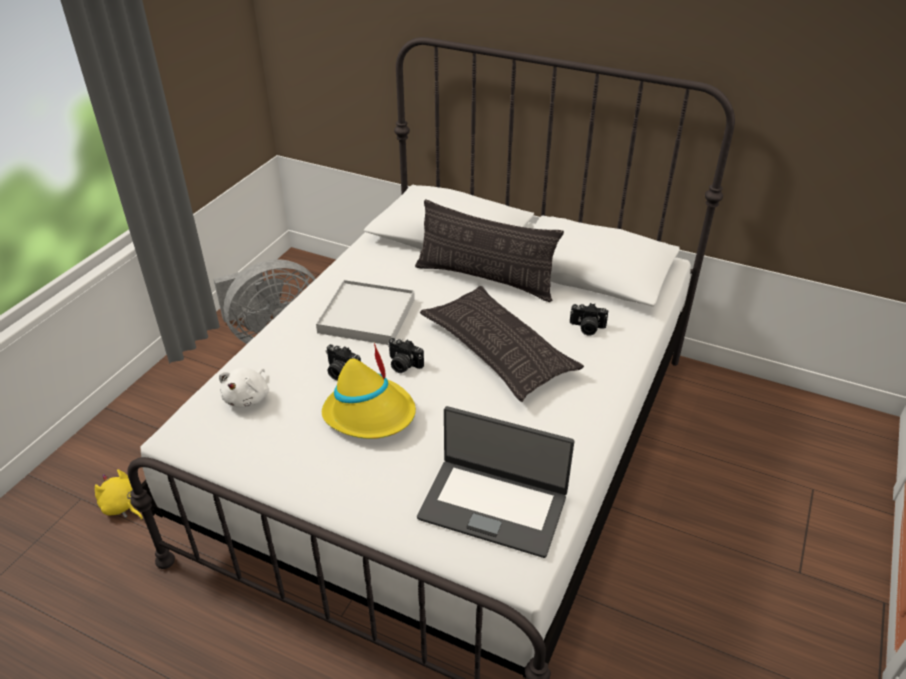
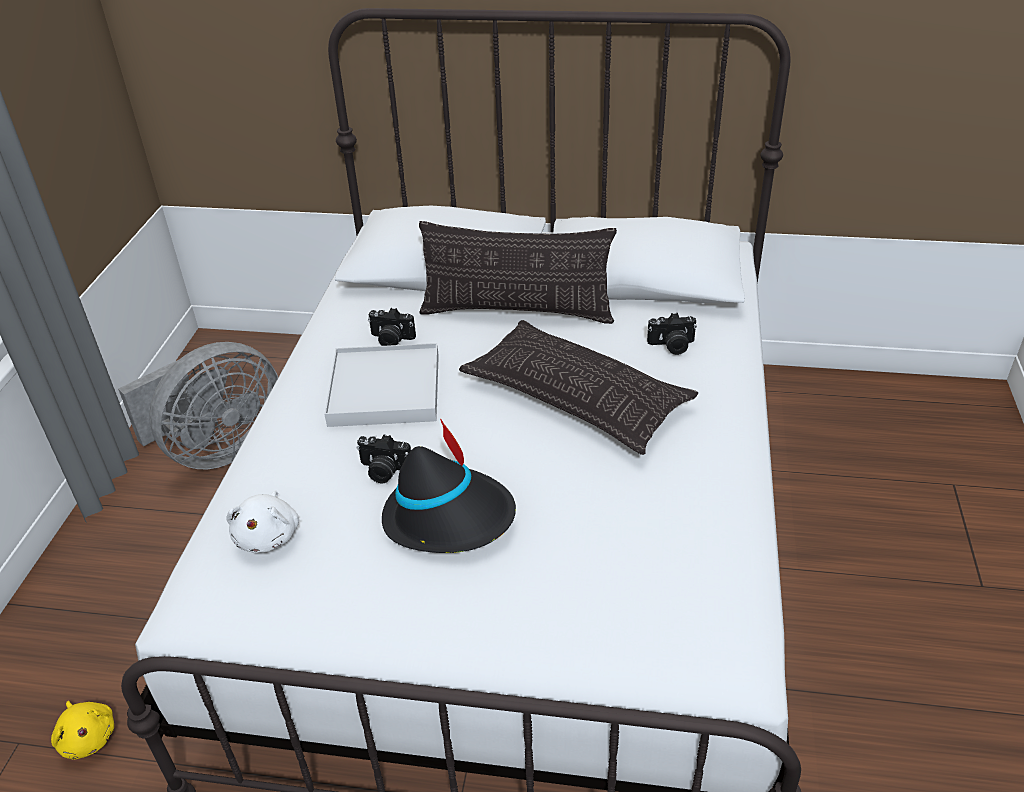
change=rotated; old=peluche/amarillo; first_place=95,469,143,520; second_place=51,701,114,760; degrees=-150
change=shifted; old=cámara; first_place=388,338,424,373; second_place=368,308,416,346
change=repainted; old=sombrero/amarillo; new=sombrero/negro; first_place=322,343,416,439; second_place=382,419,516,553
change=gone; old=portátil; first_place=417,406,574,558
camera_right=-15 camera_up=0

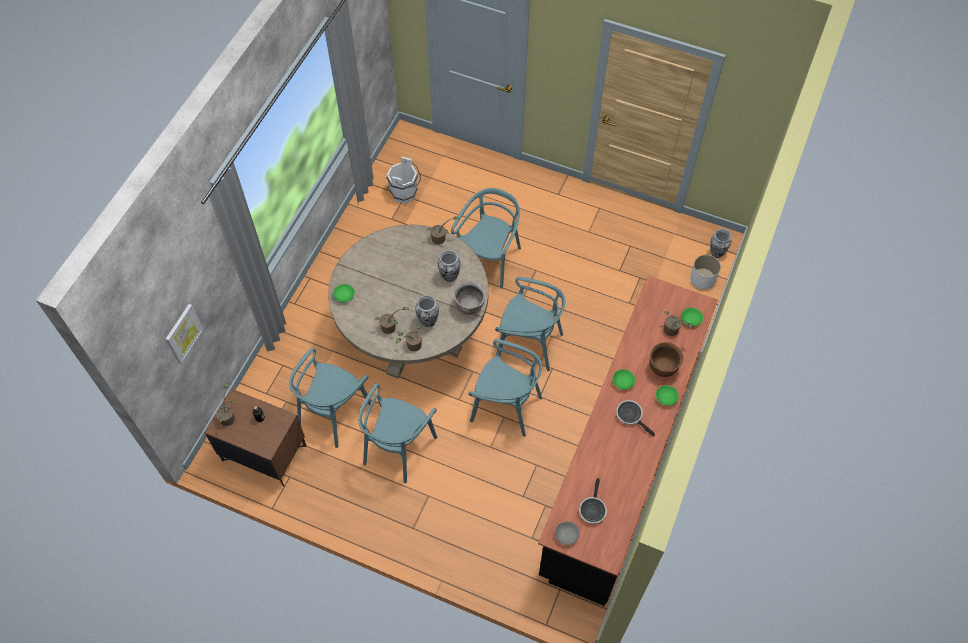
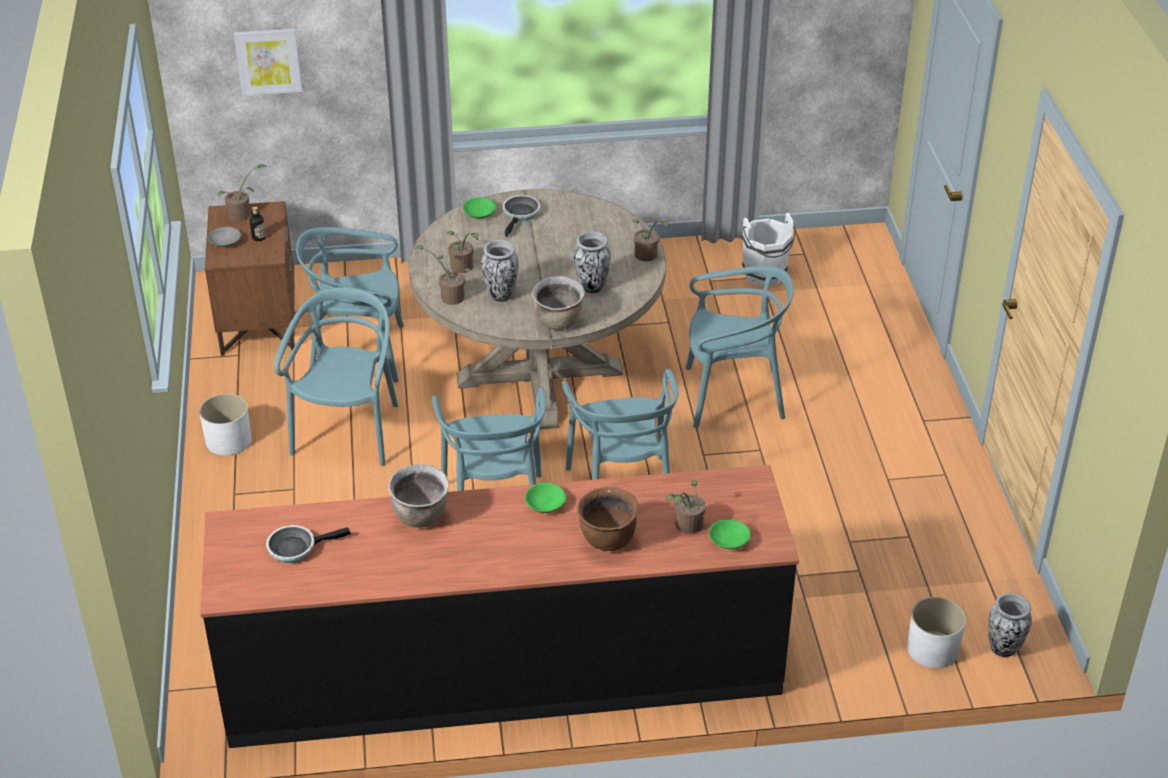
change=new; new=maceta/blanco; second_place=199,393,251,456
change=shifted; old=cuenco/gris; first_place=555,521,580,545; second_place=208,227,241,247
change=rotated; old=silla/turquesa; first_place=358,383,437,483; second_place=274,287,398,466; degrees=105
change=new; new=olla/marrón; second_place=388,464,449,528
change=shifted; old=sartén; first_place=616,400,655,436; second_place=503,195,540,237
change=gone; old=cuenco/verde; first_place=656,385,679,406
camera_right=60 camera_up=-20

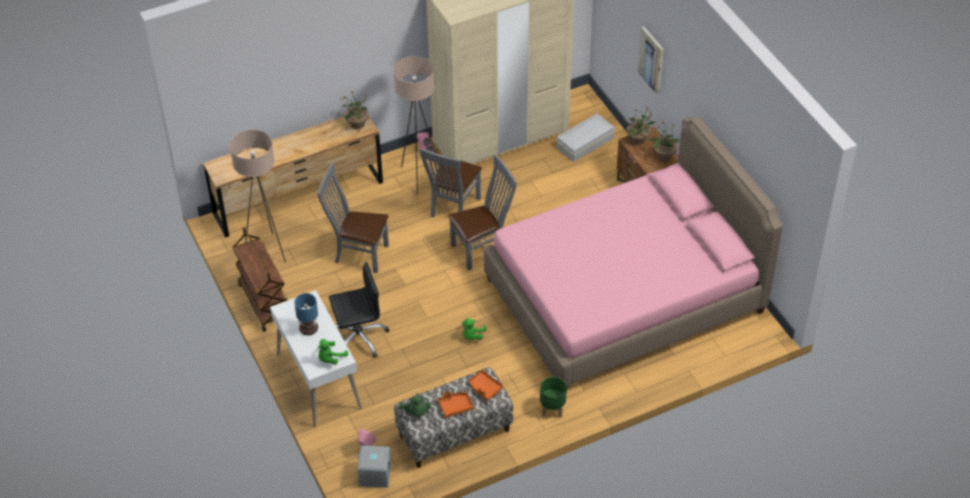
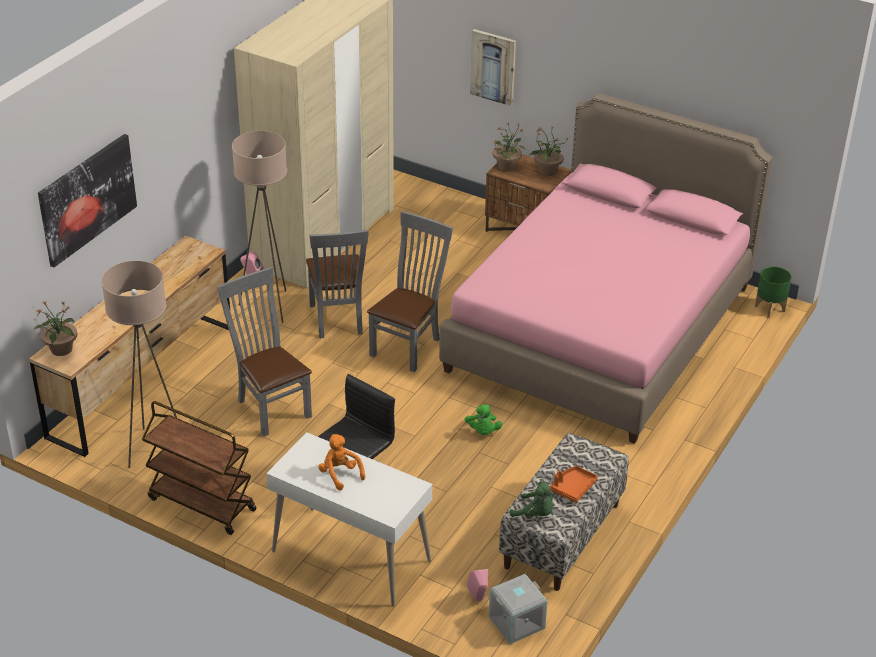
change=shifted; old=planta en maceta; first_place=341,91,369,129; second_place=34,301,77,356
change=new; new=cuadro; second_place=38,134,137,267
change=rotated; old=silla/gris; first_place=317,163,389,273; second_place=217,267,312,437; degrees=75
change=swapped; old=lámpara de mesa; new=peluche/naranja; first_place=294,293,318,335; second_place=318,434,365,490
change=shifted; old=maceta/verde; first_place=540,377,567,418; second_place=755,266,792,318
change=gone; old=peluche/verde; first_place=317,339,348,365
change=gone; old=bandeja/naranja; first_place=469,370,503,401
change=gone; old=caja de almacenaje/blanco; first_place=556,114,615,162
camera_right=-35 camera_up=-10

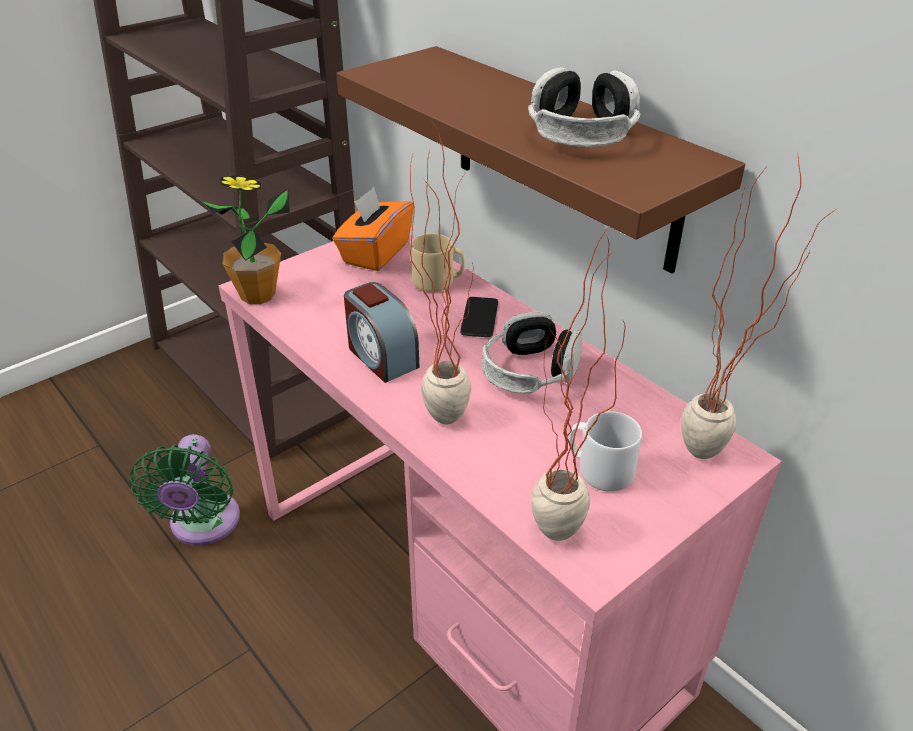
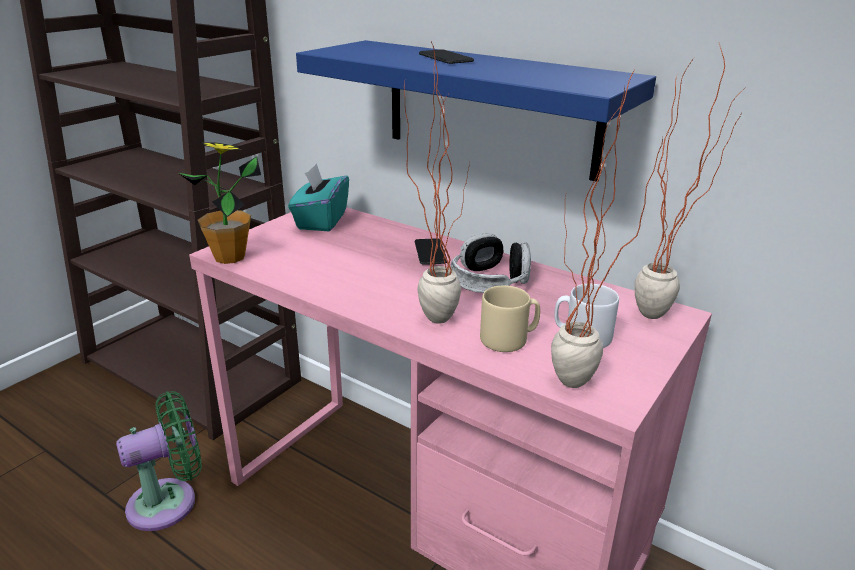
change=rotated; old=ventilador/verde; first_place=129,434,240,546; second_place=116,391,202,531; degrees=-105
change=repainted; old=caja de pañuelos/naranja; new=caja de pañuelos/turquesa; first_place=333,187,414,271; second_place=288,163,349,231
change=repainted; old=estante/marrón; new=estante/azul; first_place=336,46,745,273; second_place=296,40,656,182
change=new; new=móvil; second_place=419,49,474,64
change=shifted; old=taza grande/beis; first_place=411,233,465,292; second_place=480,285,540,352
change=gone; old=despertador; first_place=344,282,419,383
change=gone; old=auriculares; first_place=528,67,641,147
camera_right=-15 camera_up=-10

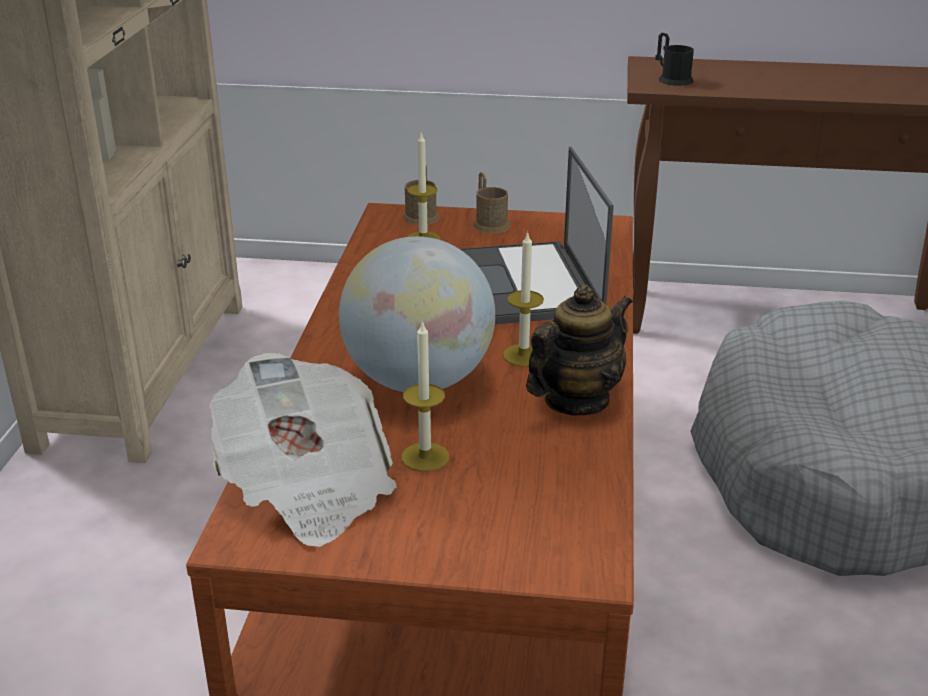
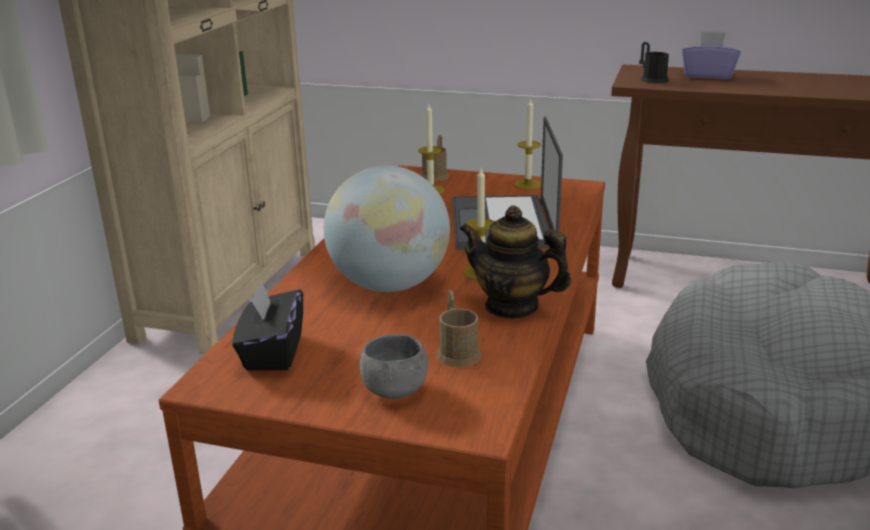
change=swapped; old=periódico; new=caja de pañuelos/negro; first_place=210,352,397,547; second_place=232,281,303,371
change=new; new=cuenco/gris; second_place=360,334,428,399
change=shifted; old=taza grande/marrón; first_place=473,172,511,234; second_place=436,290,482,367
change=rotated; old=tetera; first_place=526,284,633,415; second_place=459,206,571,319; degrees=-120
change=shifted; old=vela; first_place=402,320,449,472; second_place=515,97,541,189
change=new; new=caja de pañuelos/morado; second_place=682,31,740,79
camera_right=10 camera_up=-5

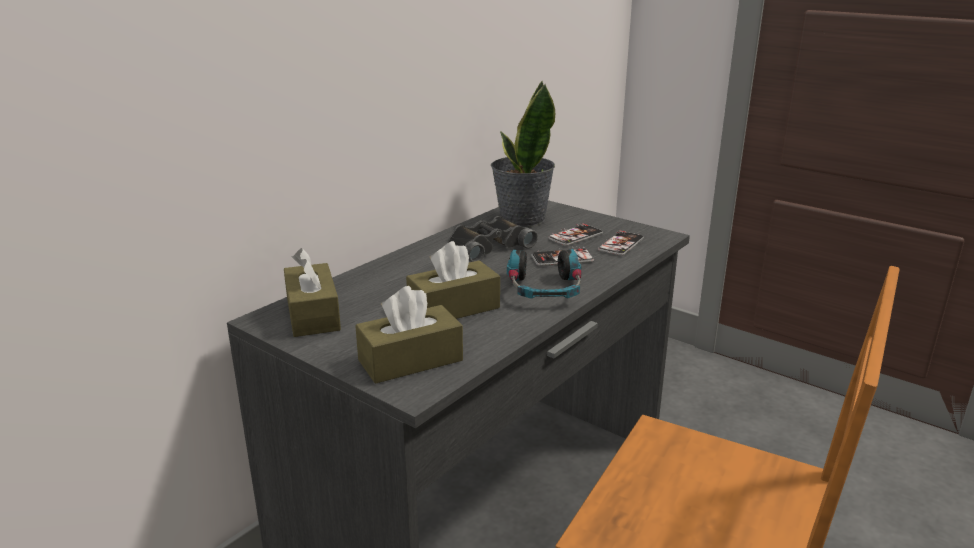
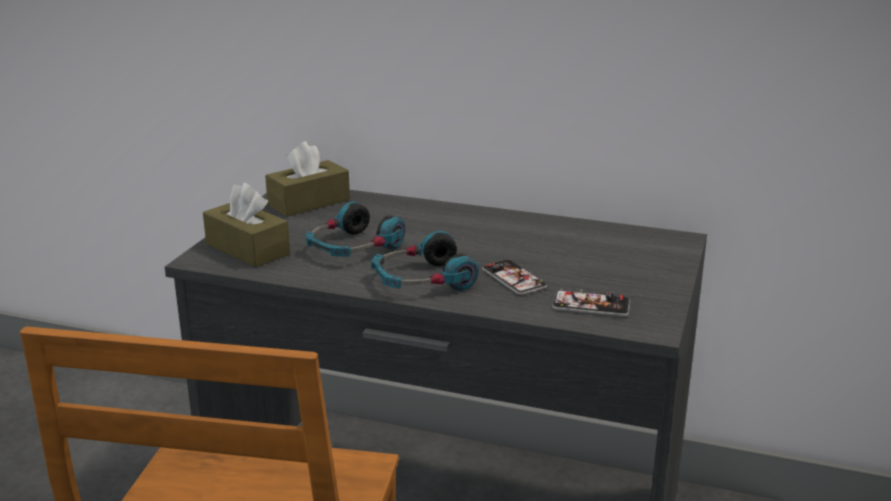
change=swapped; old=caja de pañuelos/marrón; new=auriculares; first_place=406,241,500,319; second_place=306,202,405,257
change=gone; old=prismáticos/negro; first_place=448,216,538,262
change=gone; old=planta en maceta; first_place=491,81,555,227
change=gone; old=móvil; first_place=548,223,603,246
camera_right=70 camera_up=0

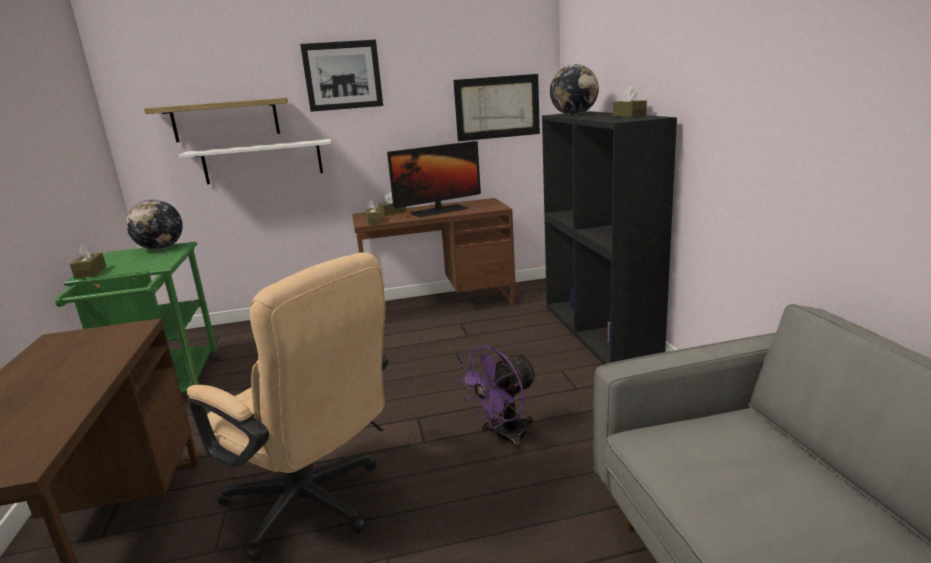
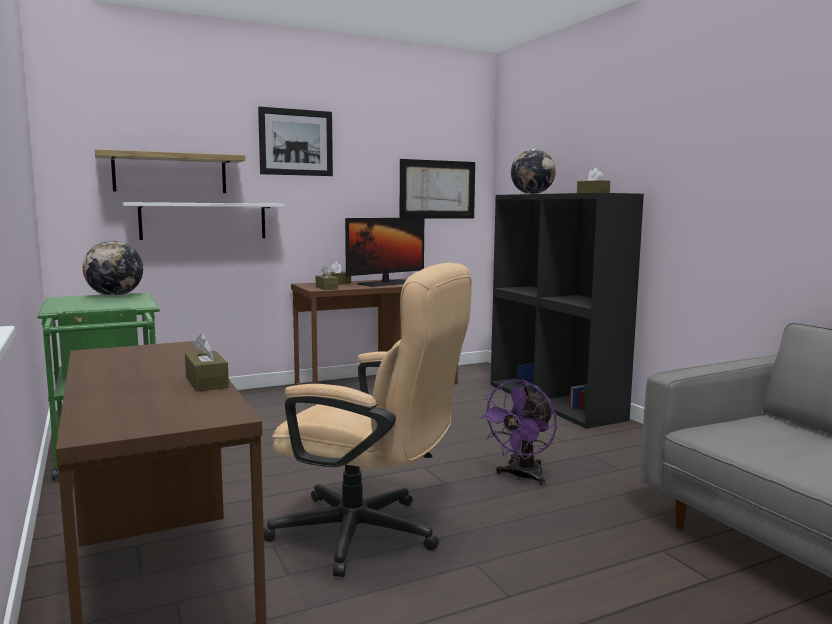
change=shifted; old=caja de pañuelos/marrón; first_place=70,244,106,278; second_place=185,334,229,391
camera_right=-15 camera_up=-10

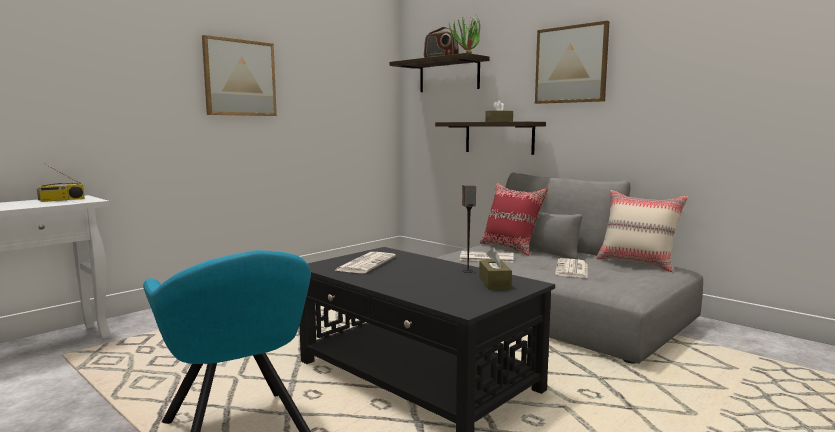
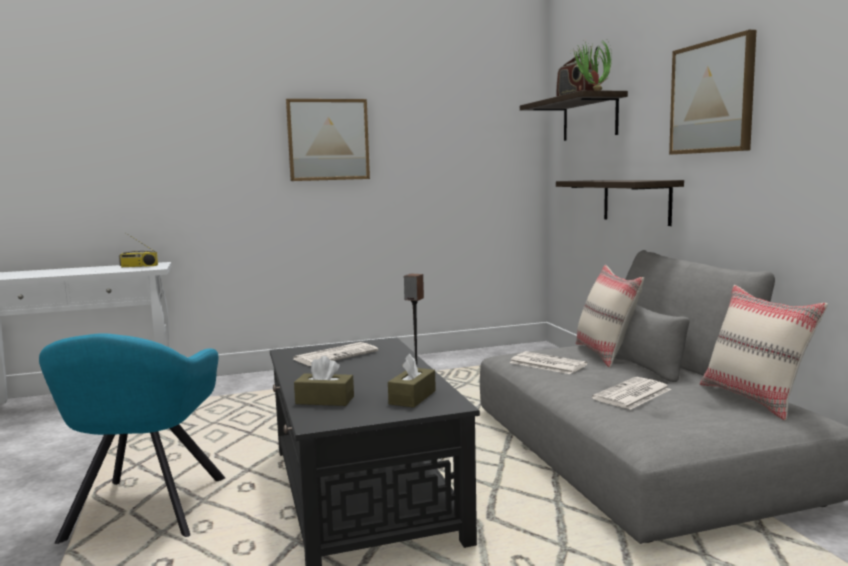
change=shifted; old=caja de pañuelos/marrón; first_place=485,100,513,122; second_place=294,356,354,406
change=repainted; old=cojín/rojo; new=cojín/beis; first_place=480,183,548,256; second_place=576,265,644,368
camera_right=30 camera_up=0

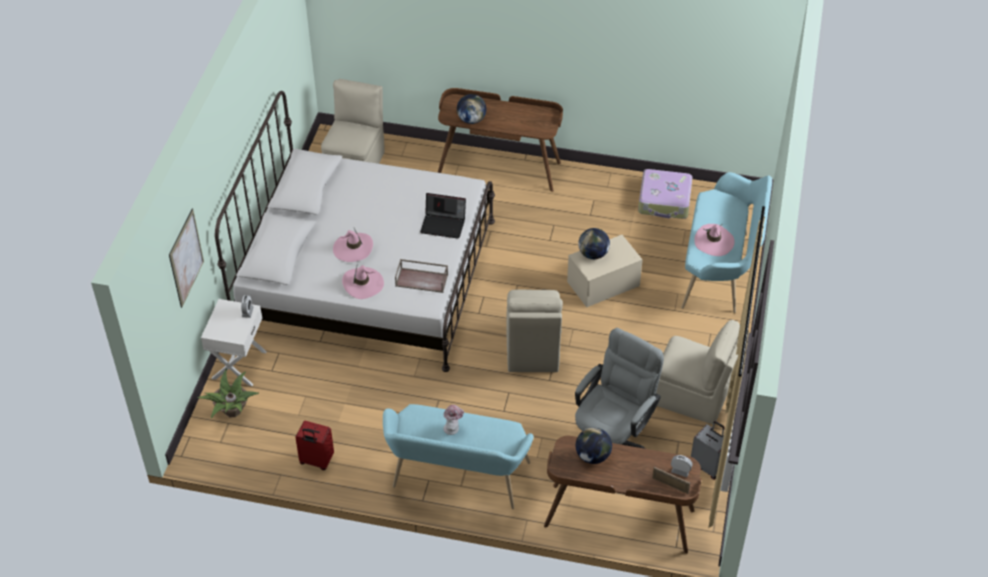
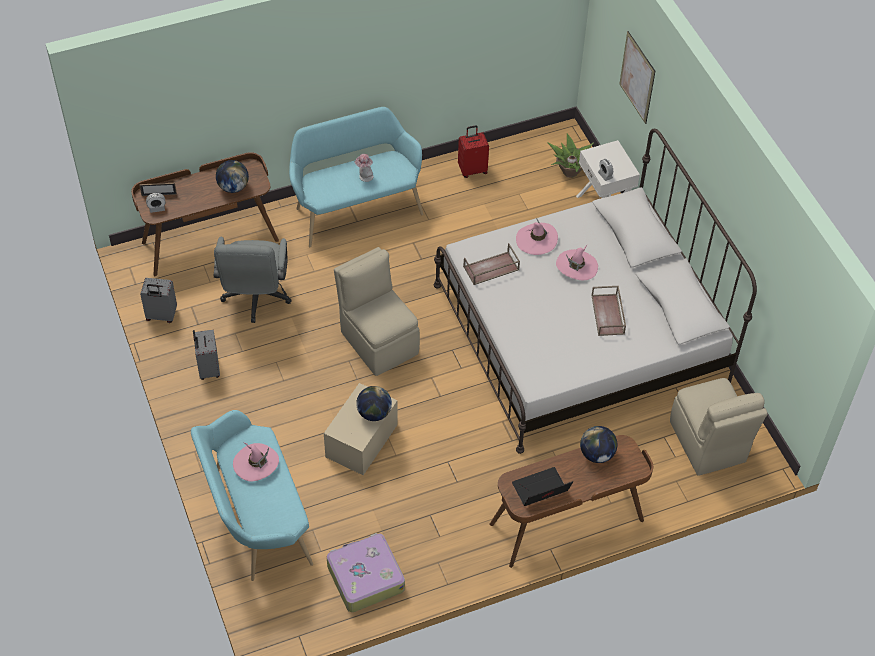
change=swapped; old=silla/beis; new=maleta/gris; first_place=656,320,740,424; second_place=193,330,220,380
change=shifted; old=portátil; first_place=420,193,466,239; second_place=512,467,573,506
change=new; new=bandeja/marrón; second_place=591,285,626,336
camera_right=145 camera_up=5

